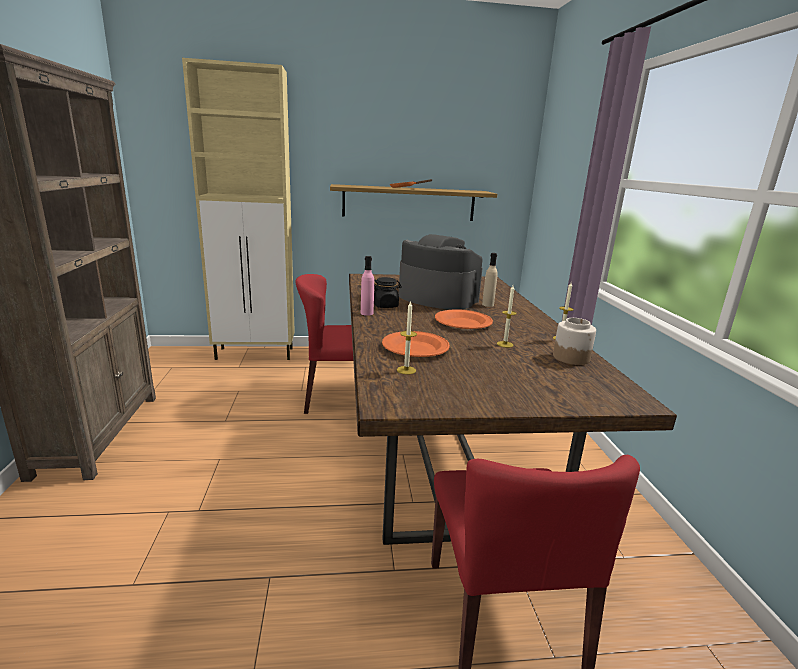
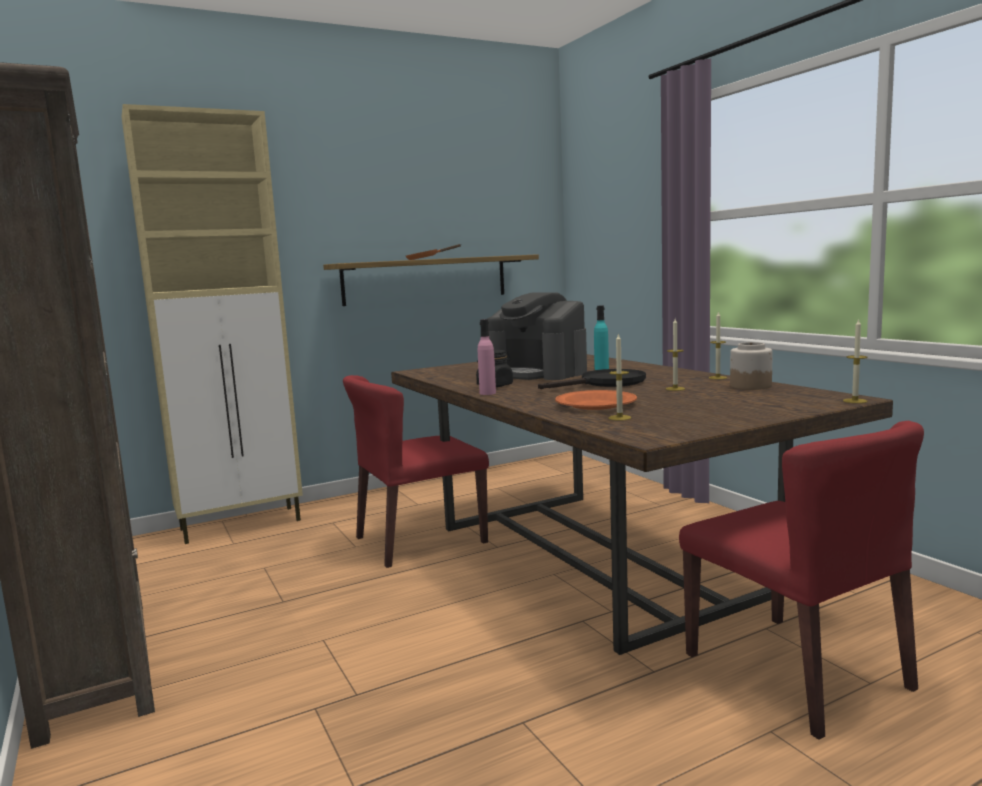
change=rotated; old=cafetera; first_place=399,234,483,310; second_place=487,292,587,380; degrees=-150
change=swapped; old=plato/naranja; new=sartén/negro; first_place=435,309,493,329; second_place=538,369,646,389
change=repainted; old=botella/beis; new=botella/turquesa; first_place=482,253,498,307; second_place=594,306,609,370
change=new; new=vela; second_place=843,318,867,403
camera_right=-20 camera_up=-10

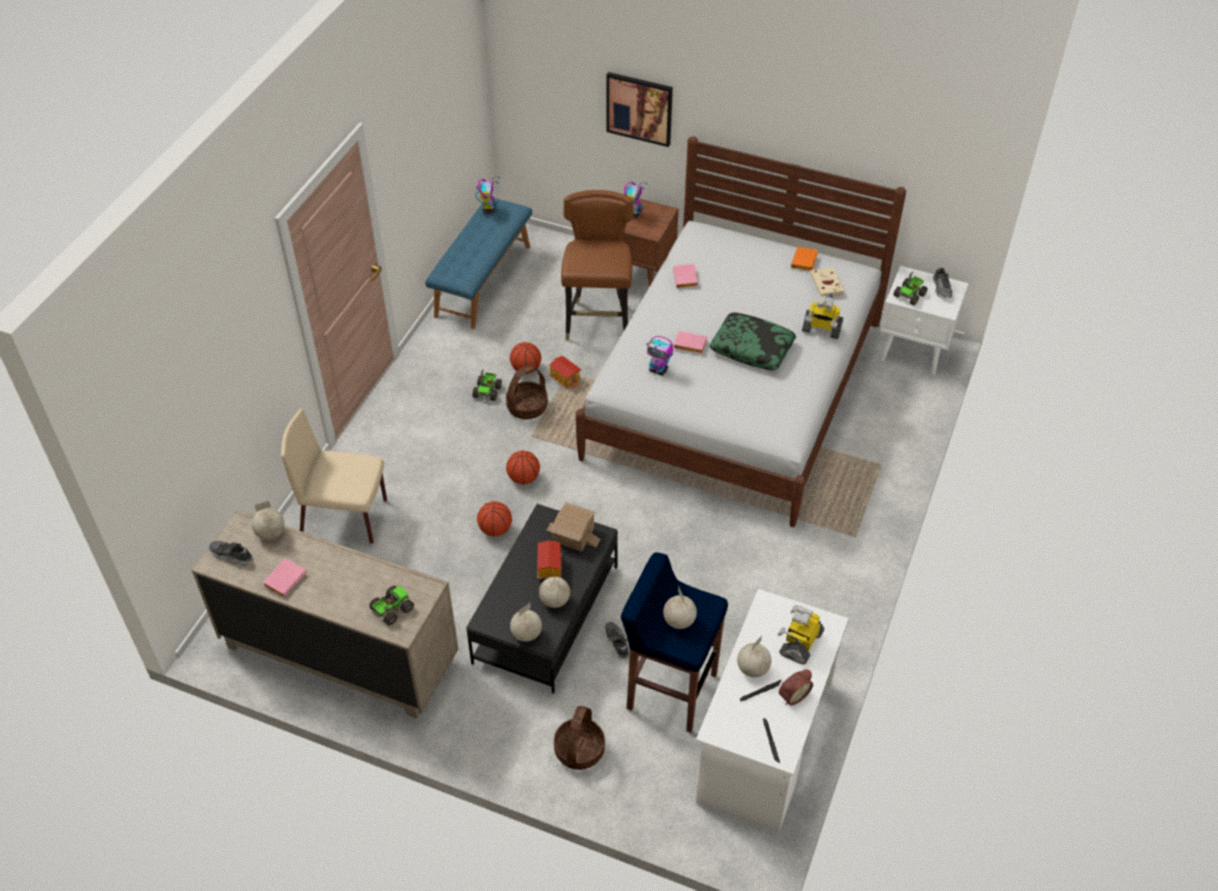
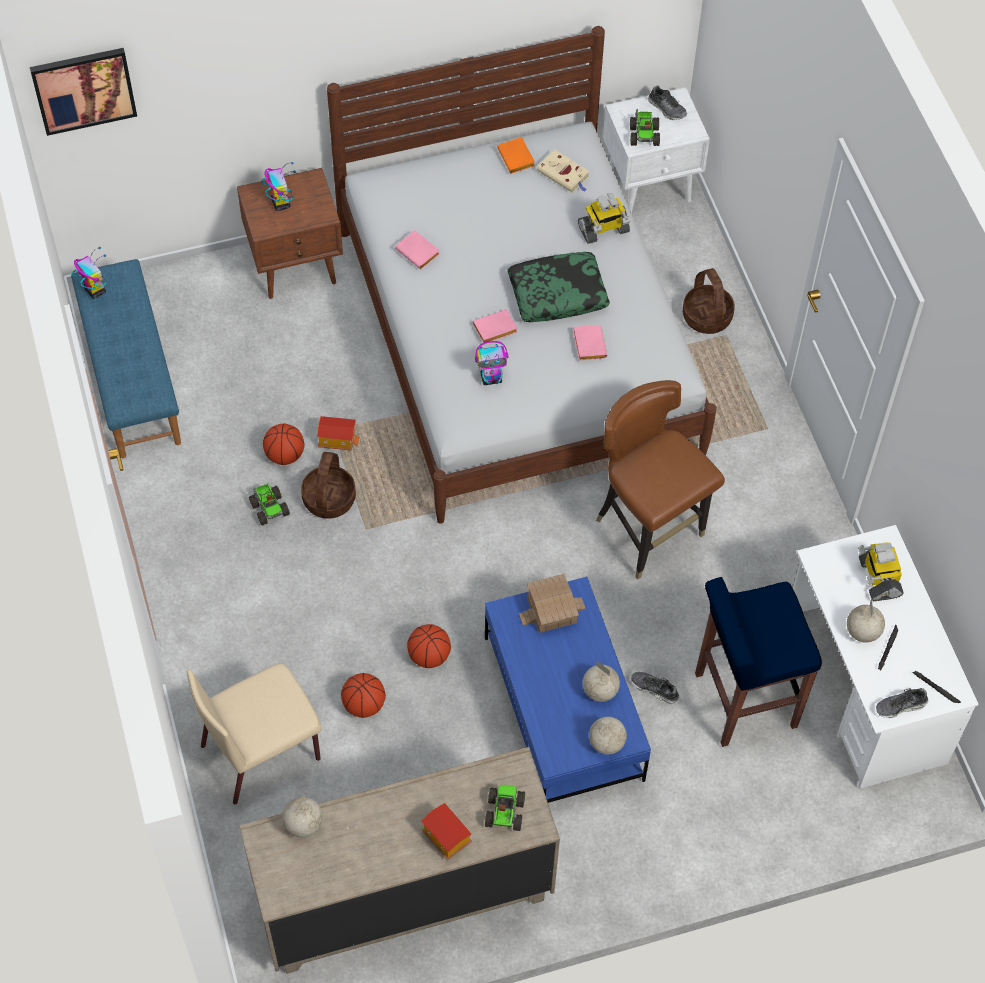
change=shifted; old=cuadro; first_place=606,72,673,147; second_place=30,48,137,136
change=shifted; old=balón de baloncesto; first_place=506,450,540,484; second_place=341,673,386,718
change=shifted; old=casita; first_place=537,541,562,579; second_place=421,803,472,860
change=repainted; old=mesa de centro/negro; new=mesa de centro/azul; first_place=466,504,618,694; second_place=485,577,651,803
change=shifted; old=libro/rosa; first_place=263,558,307,597; second_place=573,325,608,360
change=shifted; old=silla/marrón; first_place=561,190,633,340; second_place=596,380,725,580
change=shifted; old=cesta; first_place=554,706,605,770; second_place=683,268,735,334
change=shifted; old=zapato; first_place=209,541,254,565; second_place=876,688,928,718
change=gone; old=globo terráqueo; first_place=663,587,697,629
change=gone; old=despertador; first_place=779,669,813,705
camera_right=-40 camera_up=10

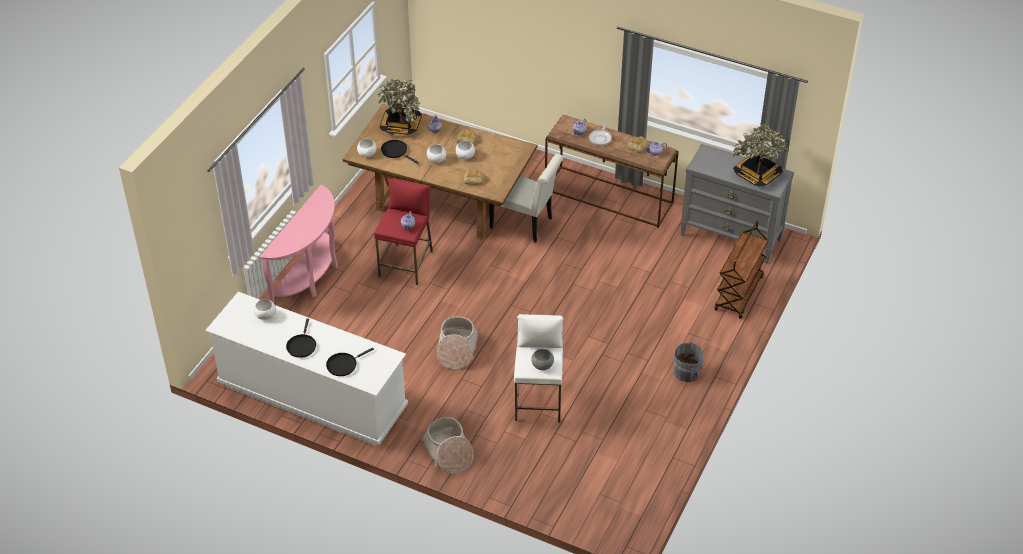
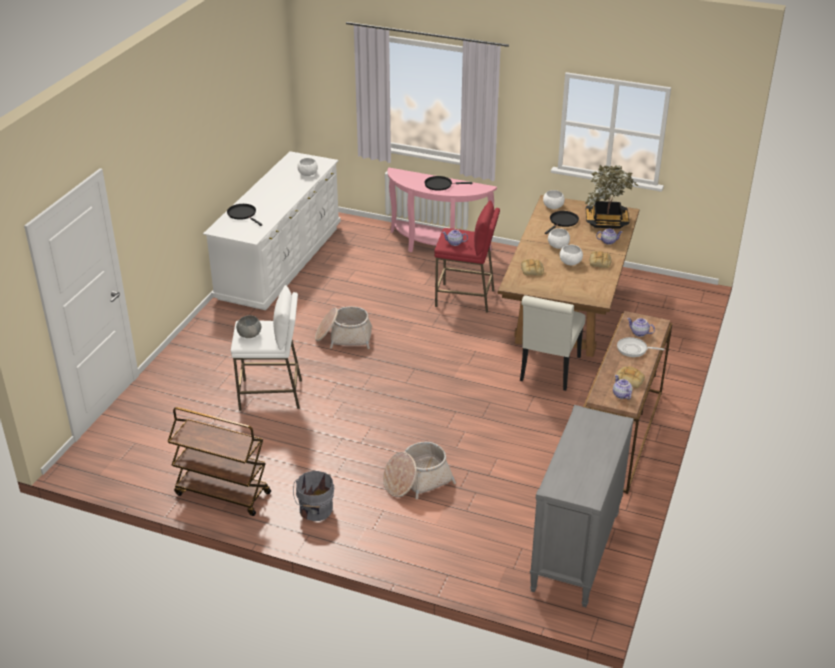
change=shifted; old=carrito/marrón; first_place=714,220,769,319; second_place=167,407,271,516
change=shifted; old=cesta; first_place=420,417,473,474; second_place=383,442,456,499
change=shifted; old=sartén/negro; first_place=286,319,316,358; second_place=424,176,472,191
change=gone; old=planta en maceta; first_place=733,124,789,186
camera_right=85 camera_up=-10

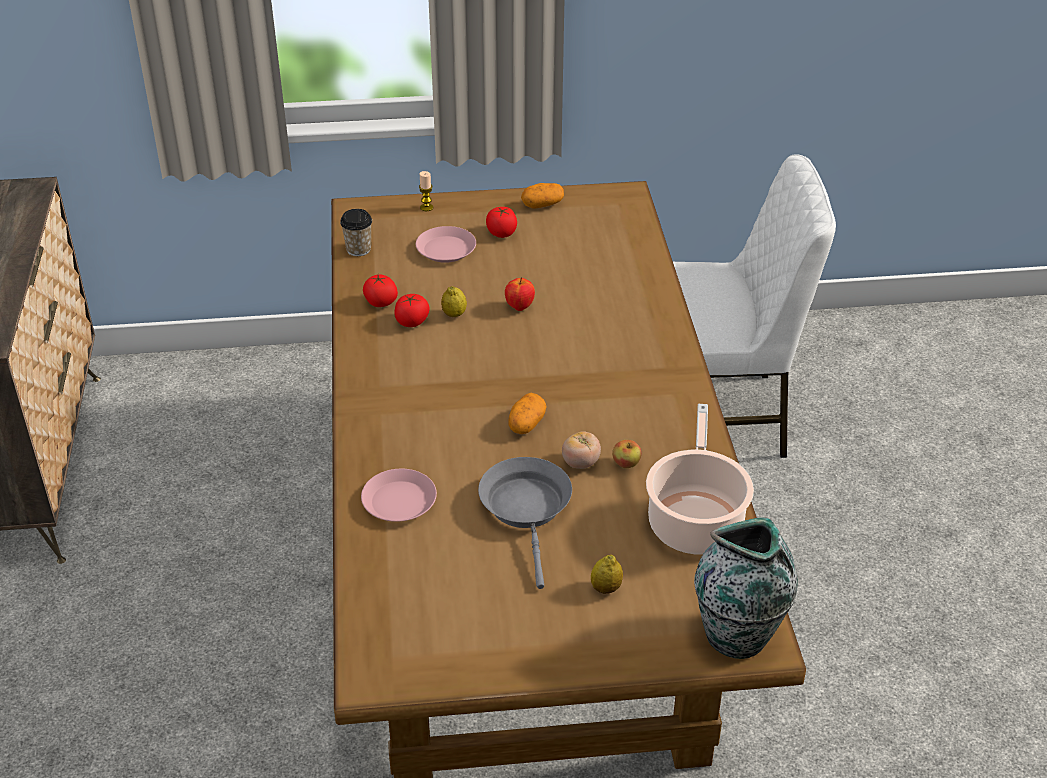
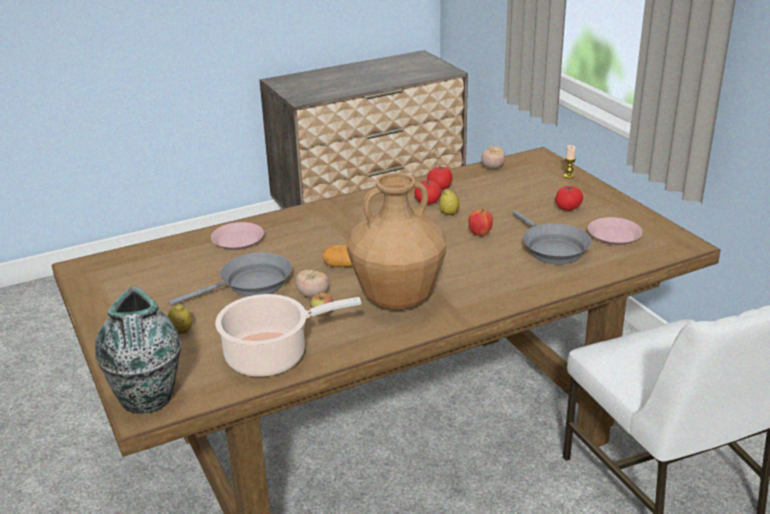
change=new; new=florero/marrón; second_place=347,173,446,310
change=swapped; old=taza; new=tomate; first_place=340,209,372,256; second_place=481,146,505,169
change=new; new=sartén/gris; second_place=513,211,592,265
change=shifted; old=plato/rosa; first_place=416,226,476,263; second_place=588,217,642,245
change=gone; old=patata; first_place=521,183,564,208
camera_right=70 camera_up=-10

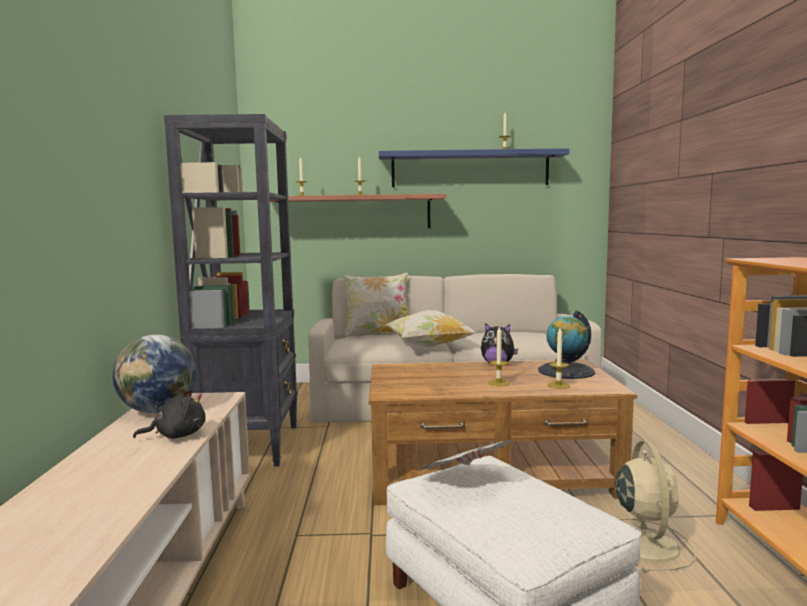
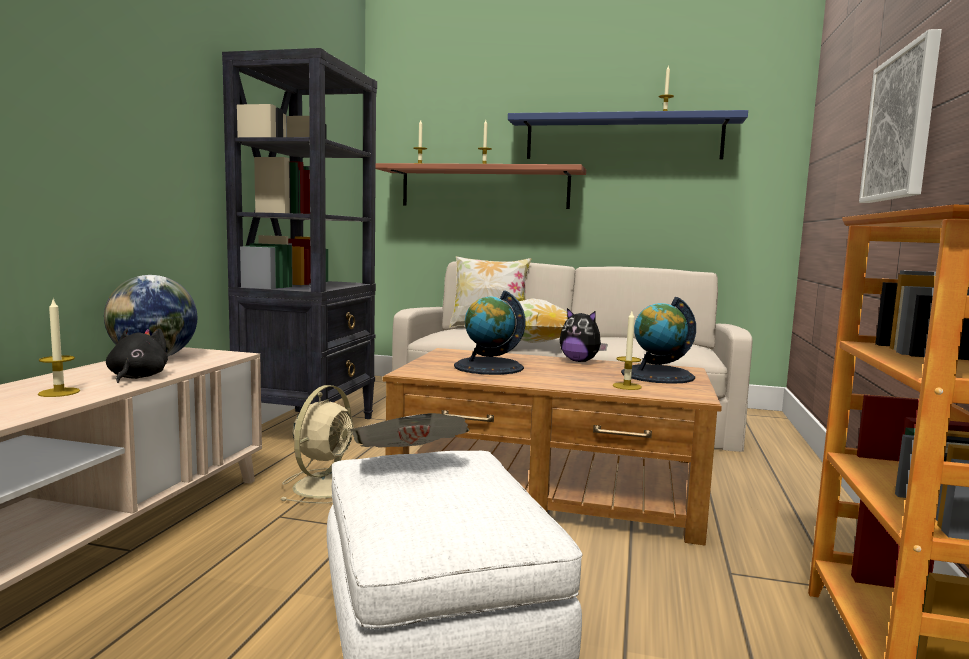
change=shifted; old=vela; first_place=488,327,510,386; second_place=38,299,80,397
change=rotated; old=peluche/negro; first_place=133,389,205,439; second_place=106,328,168,383; degrees=-90
change=shifted; old=ventilador/beis; first_place=615,441,696,572; second_place=281,385,354,504
change=new; new=globo terráqueo; second_place=454,290,526,375
change=new; new=cuadro; second_place=859,29,942,203
camera_right=15 camera_up=0

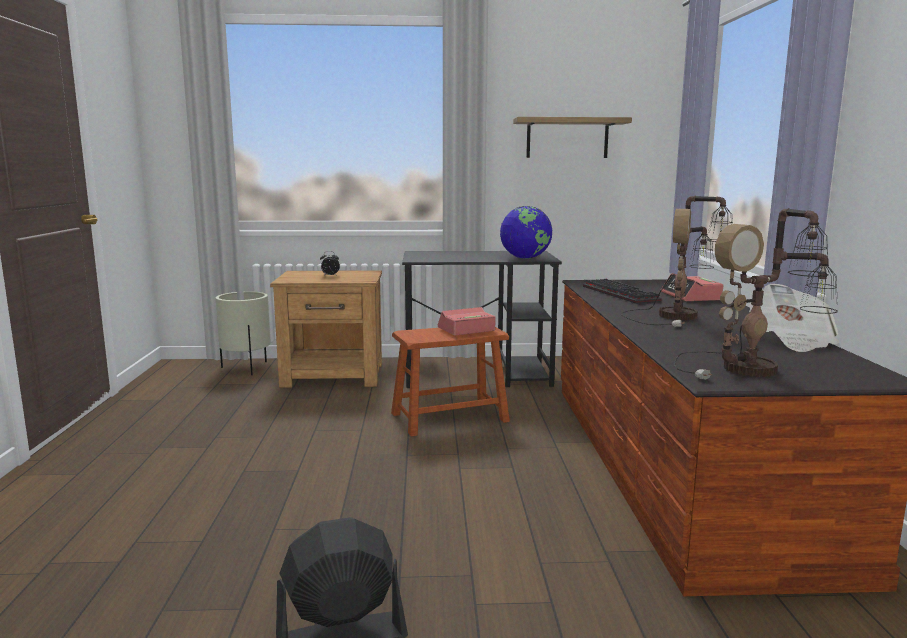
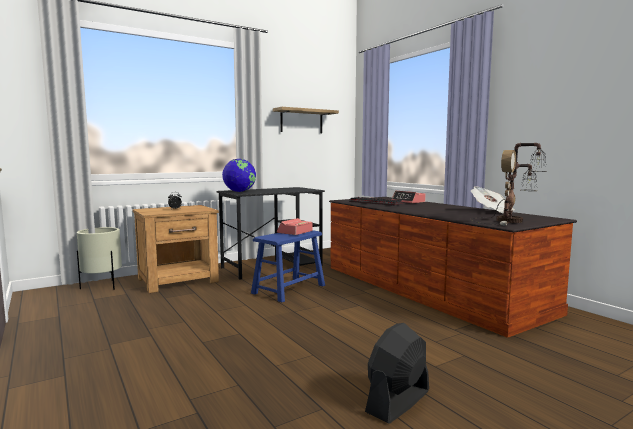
change=shifted; old=globo terráqueo; first_place=500,206,552,259; second_place=222,158,256,192
change=repainted; old=taburete/marrón; new=taburete/azul; first_place=391,327,510,436; second_place=251,230,325,302
change=gone; old=lámpara de mesa; first_place=621,196,733,327
camera_right=-30 camera_up=-5

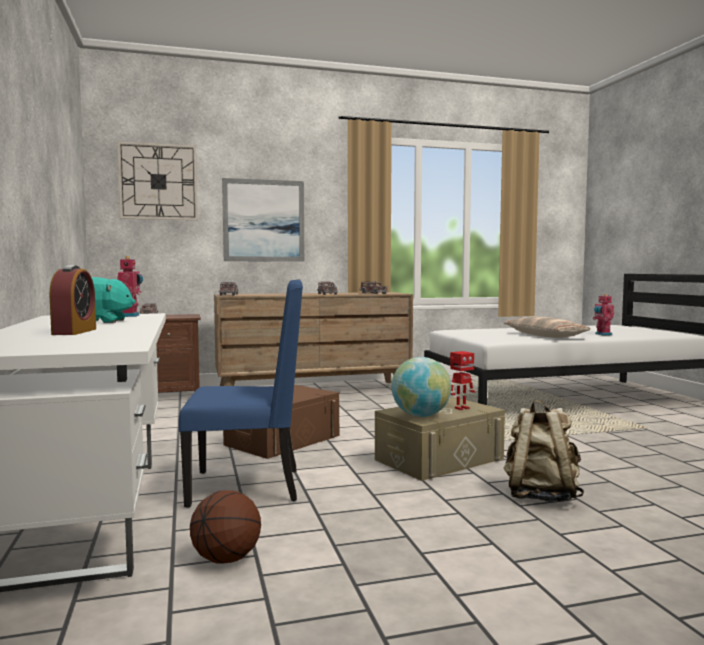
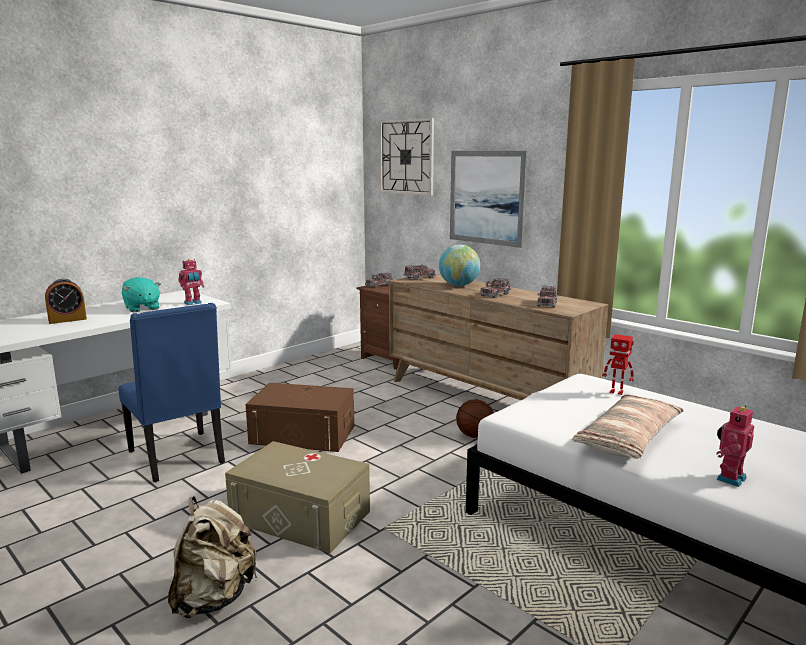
change=shifted; old=globo terráqueo; first_place=391,357,451,417; second_place=439,245,480,286
change=shifted; old=balón de baloncesto; first_place=190,490,261,564; second_place=456,399,494,438
change=shifted; old=robot de juguete; first_place=450,351,476,410; second_place=602,334,634,395
camera_right=60 camera_up=10

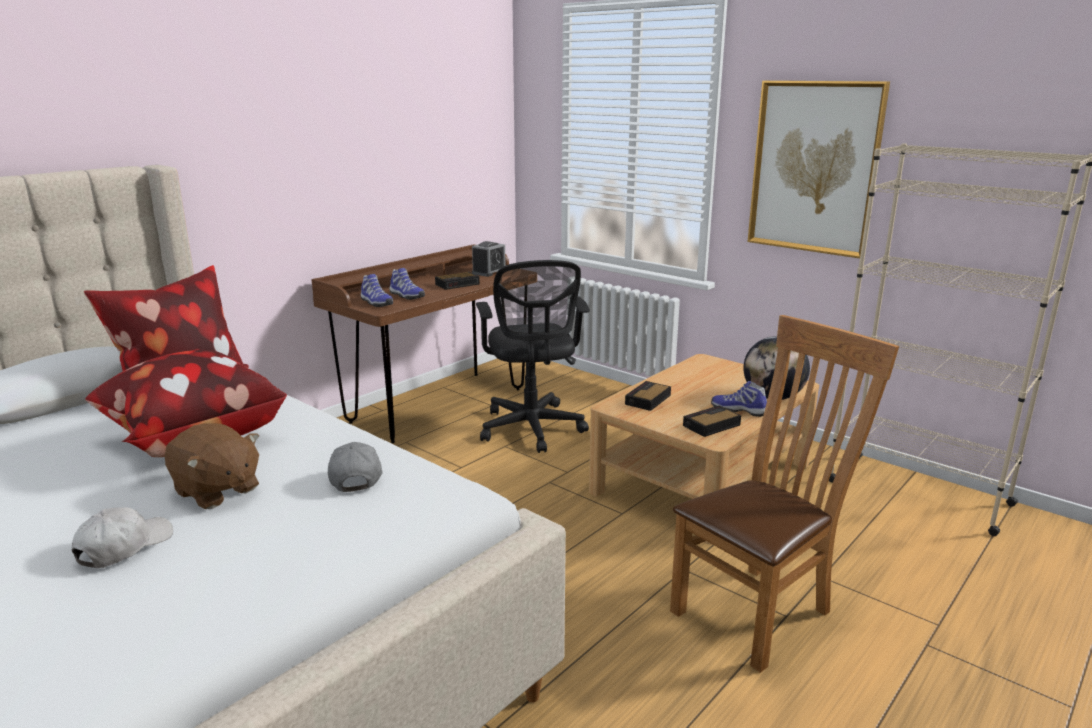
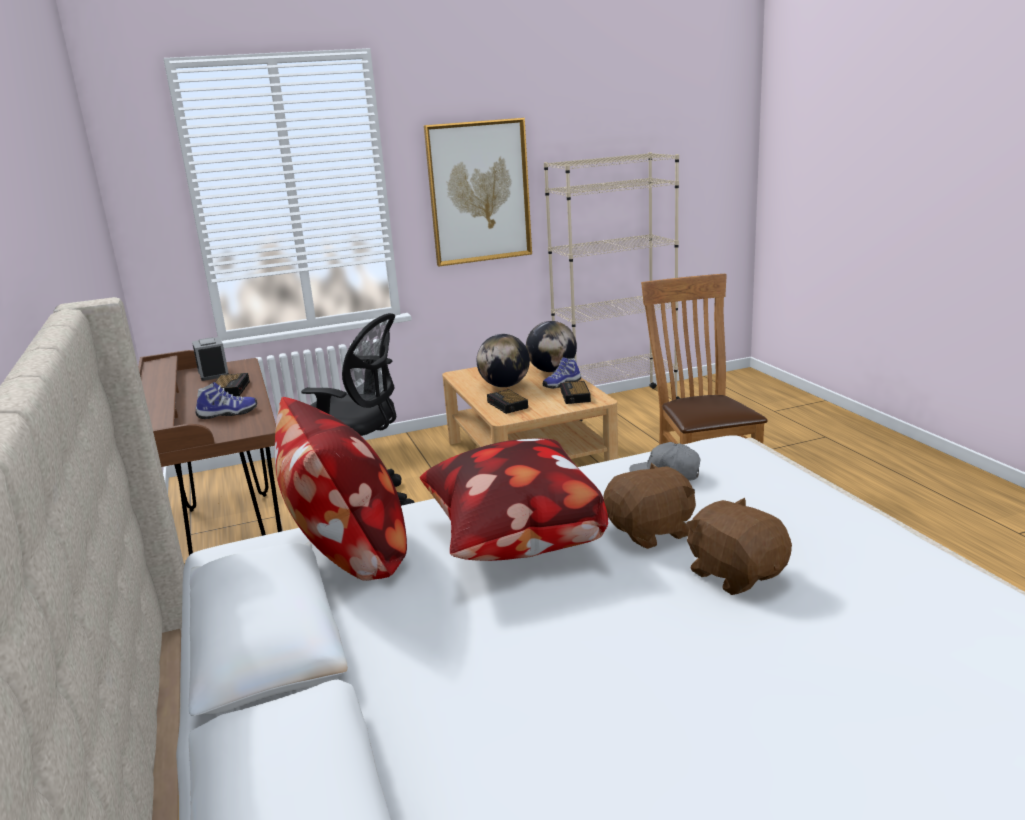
change=new; new=globo terráqueo; second_place=477,334,530,387
change=swapped; old=gorra/blanco; new=peluche/marrón; first_place=72,507,173,568; second_place=686,498,792,595
change=gone; old=zapato; first_place=361,274,393,307
camera_right=-60 camera_up=0

